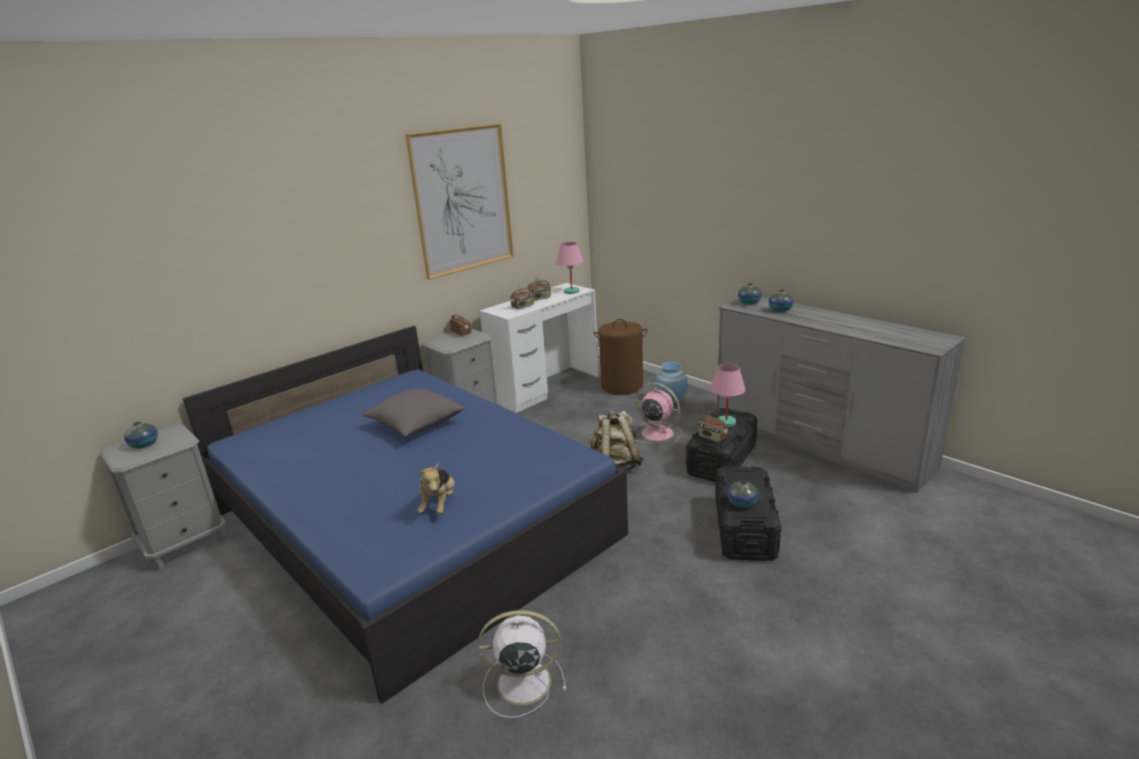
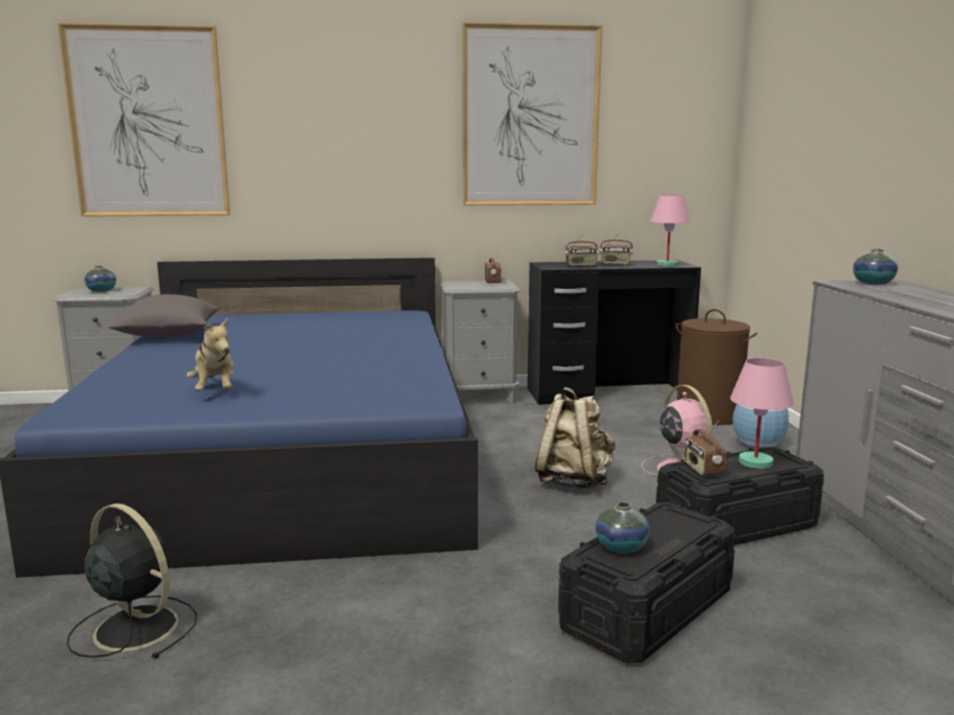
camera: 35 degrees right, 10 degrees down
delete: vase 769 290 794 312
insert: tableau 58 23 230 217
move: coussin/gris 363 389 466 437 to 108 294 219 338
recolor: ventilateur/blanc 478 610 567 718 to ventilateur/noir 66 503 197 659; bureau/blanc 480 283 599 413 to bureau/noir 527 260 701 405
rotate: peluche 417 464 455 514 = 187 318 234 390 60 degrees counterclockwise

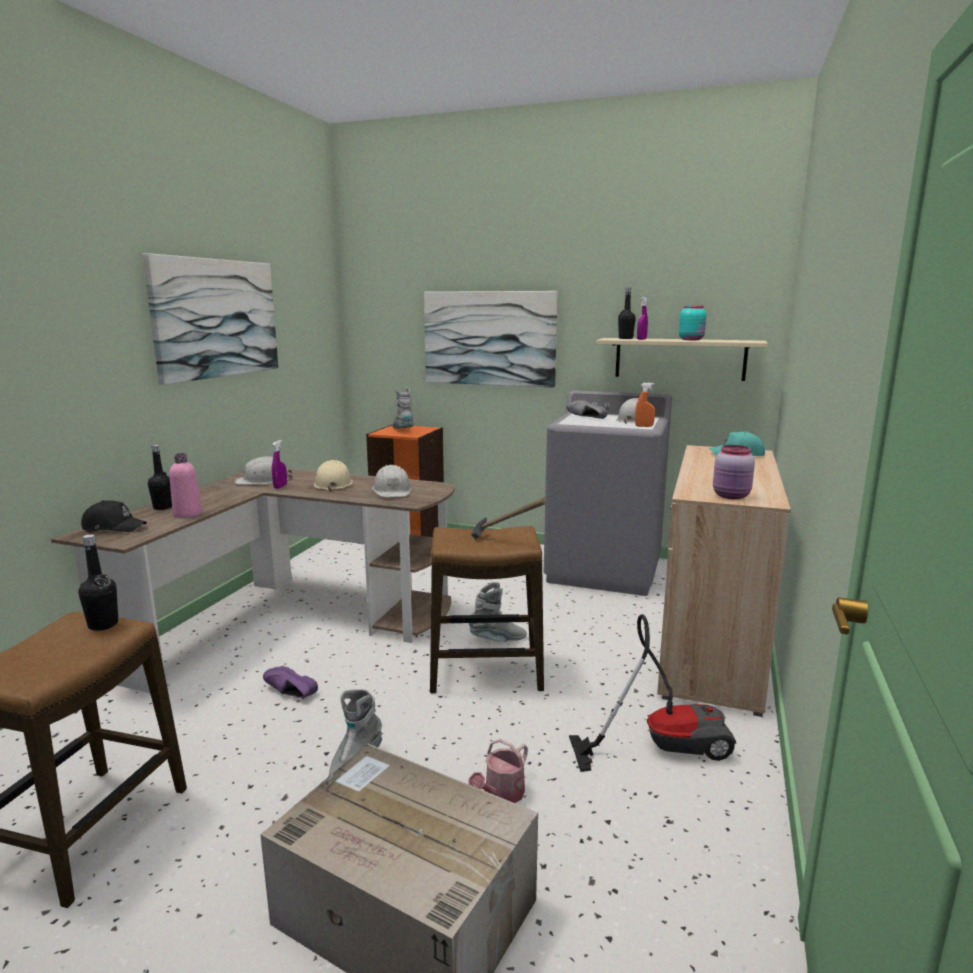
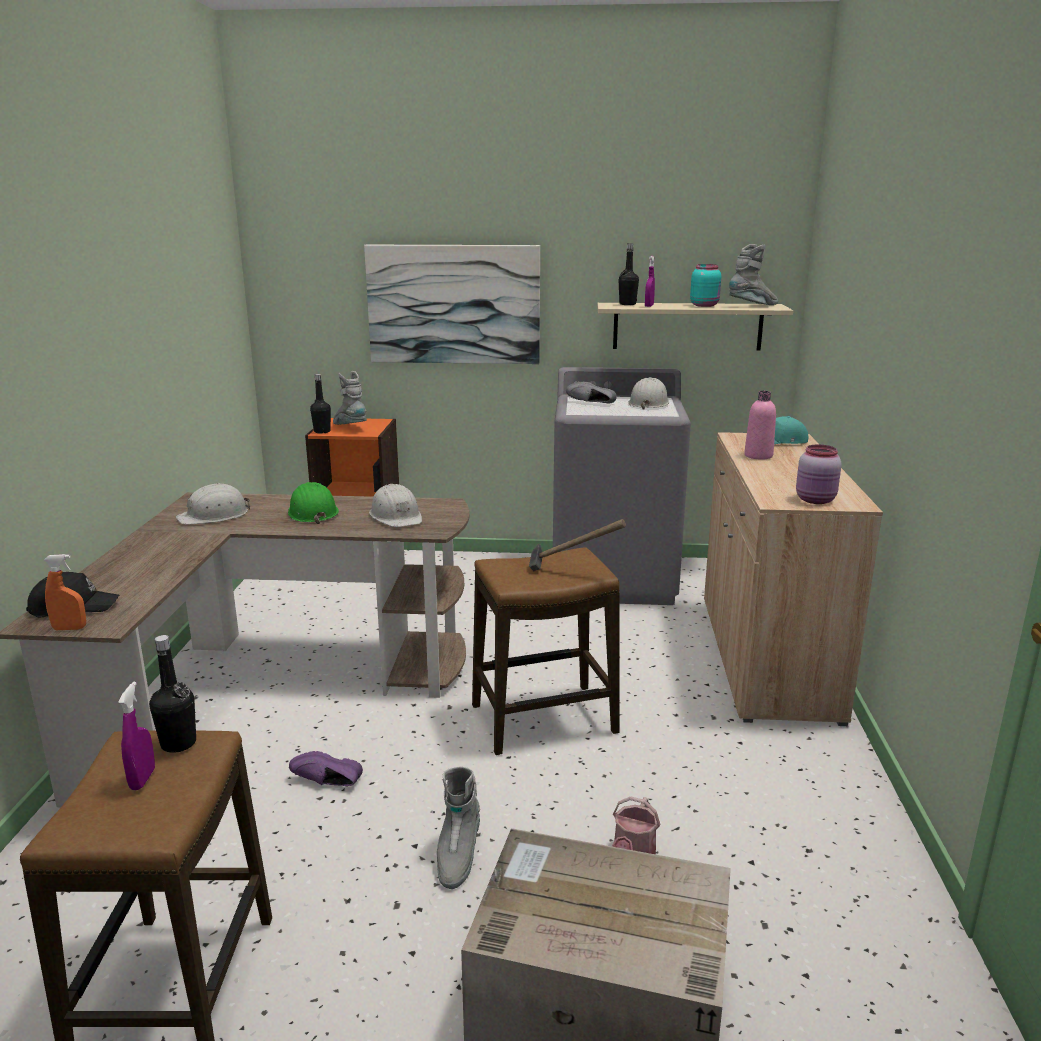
camera: 15 degrees left, 5 degrees up
delete: tableau 142 253 279 385; aspirateur 569 614 736 772
move: bouteille/noir 148 445 172 510 to 310 374 331 433; bouteille/rose 169 453 202 518 to 744 391 776 460; vaporisateur/violet 272 440 287 489 to 118 682 155 790; botte/gris 469 582 527 642 to 729 244 778 305; vaporisateur/orange 635 383 655 427 to 43 554 86 630
recolor: casque de chantier/beige 314 460 353 491 to casque de chantier/vert 288 482 339 524

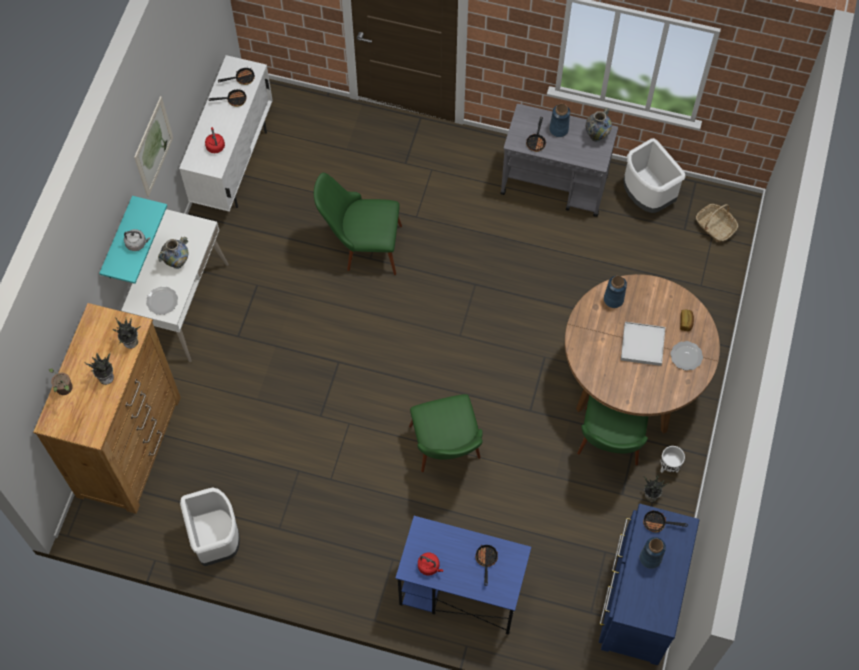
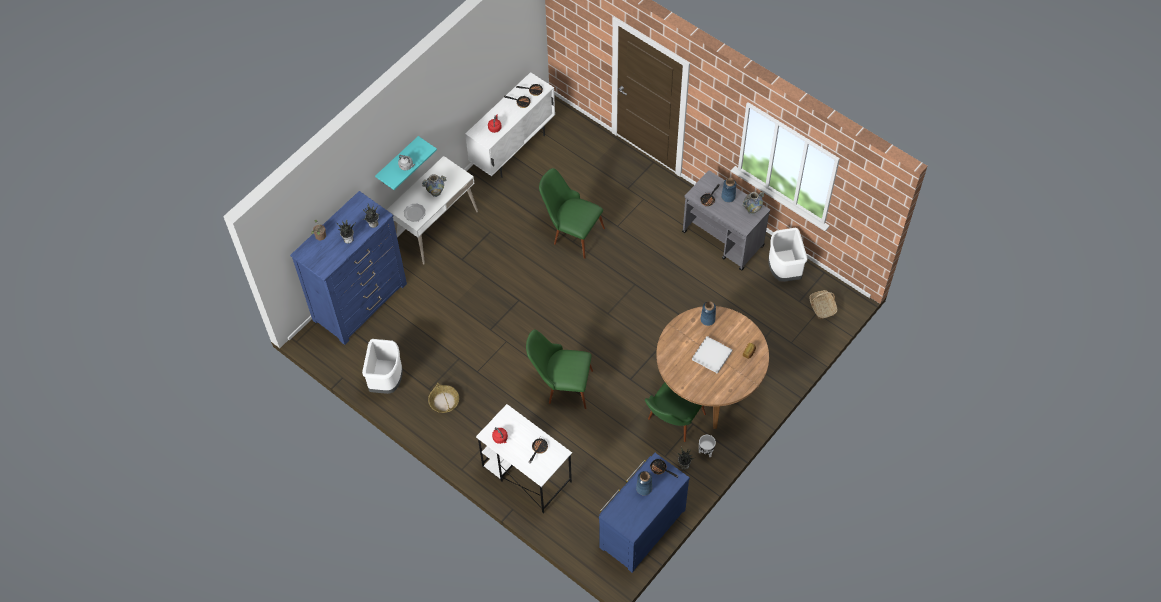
camera: 25 degrees right, 5 degrees down
delete: tableau 134 96 173 197; assiette 670 341 703 371
insert: panier 428 383 459 413
recolor: commode/marron 33 303 181 514 to commode/bleu 290 191 407 345; bureau/bleu 395 516 531 635 to bureau/blanc 476 404 572 513
rotate: chaise/vert 409 394 483 472 = 526 330 593 409 90 degrees clockwise

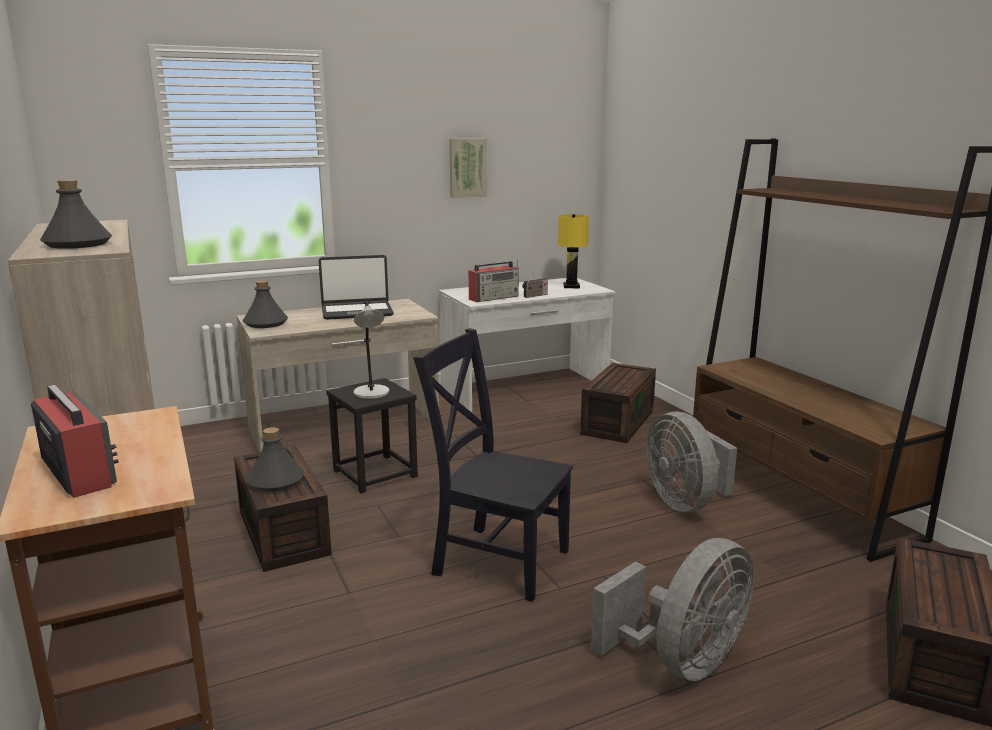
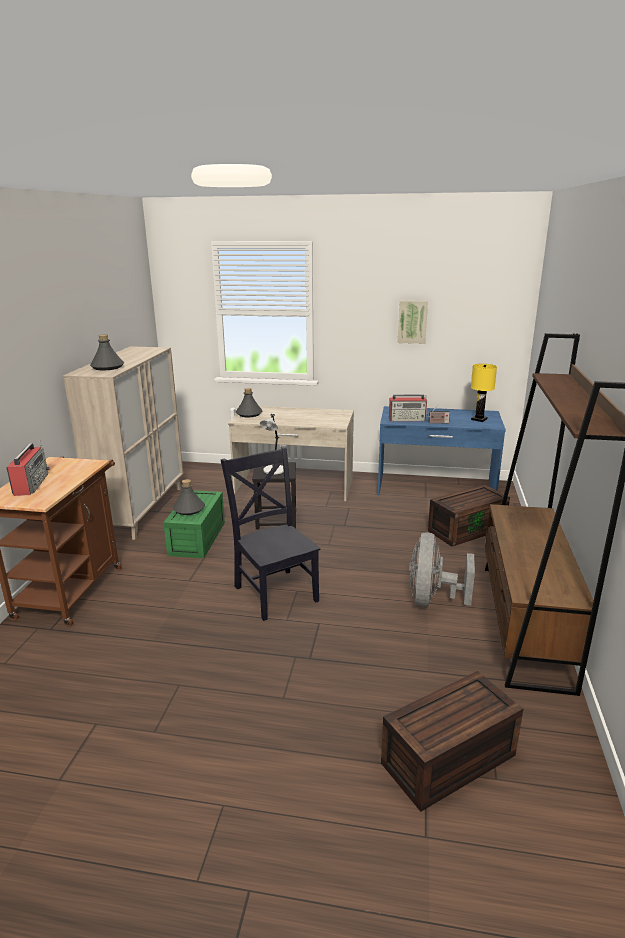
camera: 35 degrees right, 5 degrees up
delete: ordinateur portable 318 255 394 320; ventilateur/gris 591 538 754 681
recolor: boîte de rangement/marron 234 446 332 572 to boîte de rangement/vert 163 490 225 559; bureau/blanc 439 278 616 412 to bureau/bleu 378 406 506 496

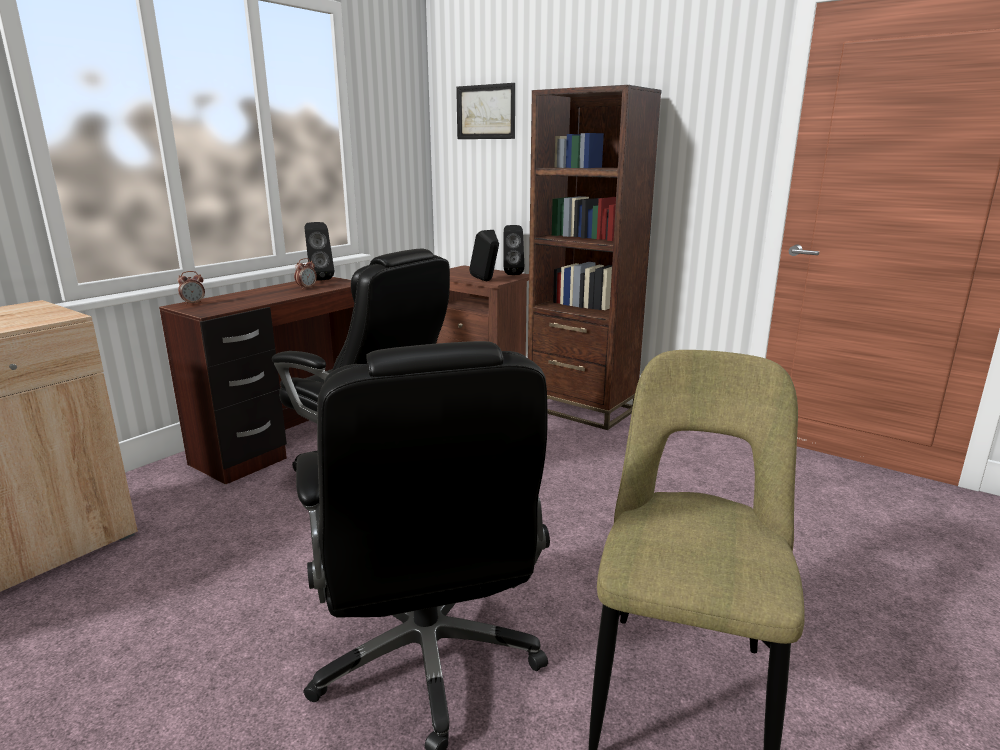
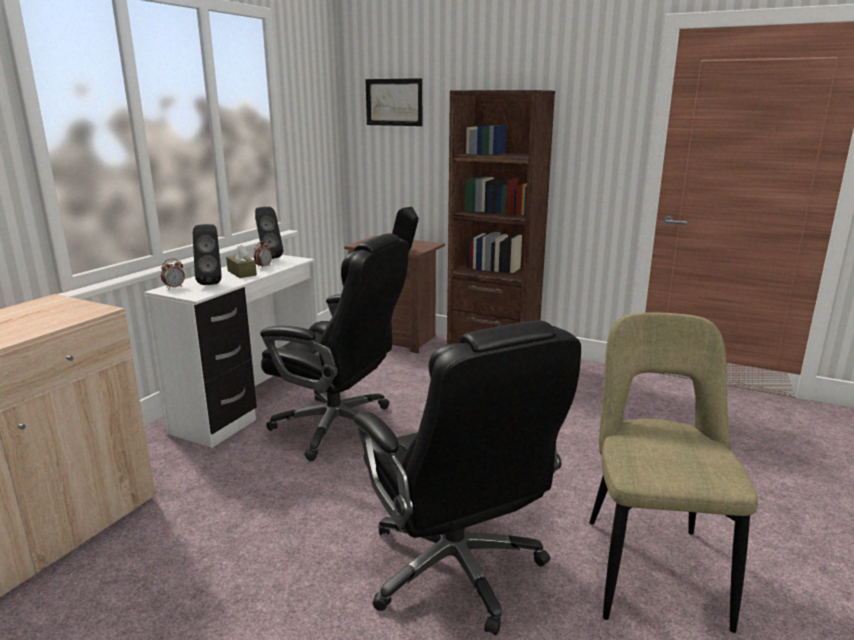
camera: 10 degrees left, 0 degrees up
insert: boîte à mouchoirs/marron 226 245 257 278
move: enceinte/noir 503 225 524 275 to 193 224 222 285
recolor: bureau/marron 159 277 354 485 to bureau/blanc 144 255 318 448

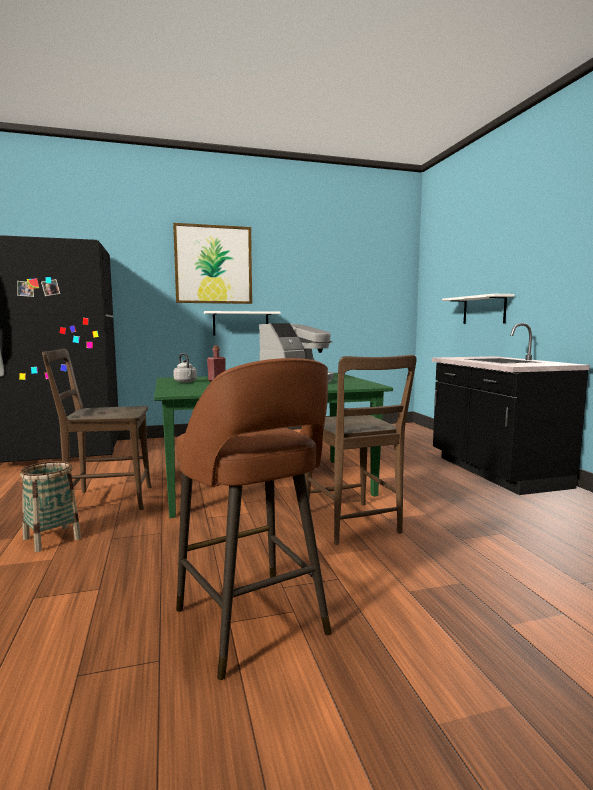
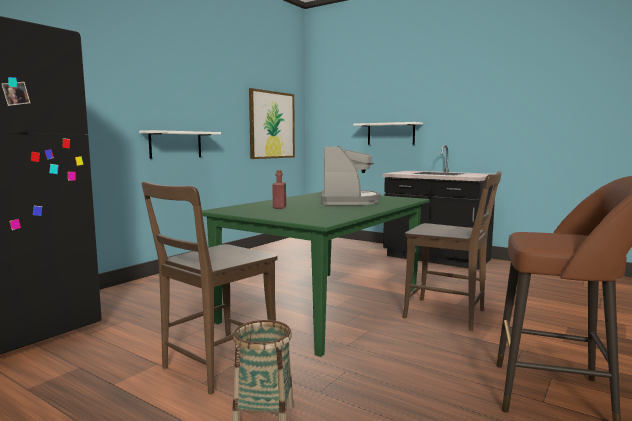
camera: 40 degrees left, 0 degrees up
delete: bouilloire/gris 173 353 197 383
move: tableau 173 223 252 304 to 249 88 295 159

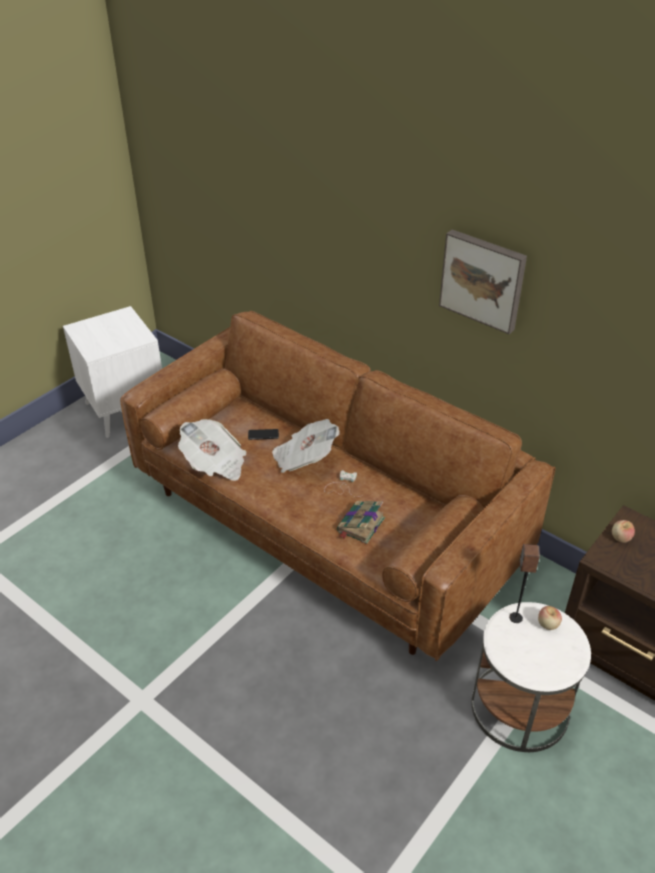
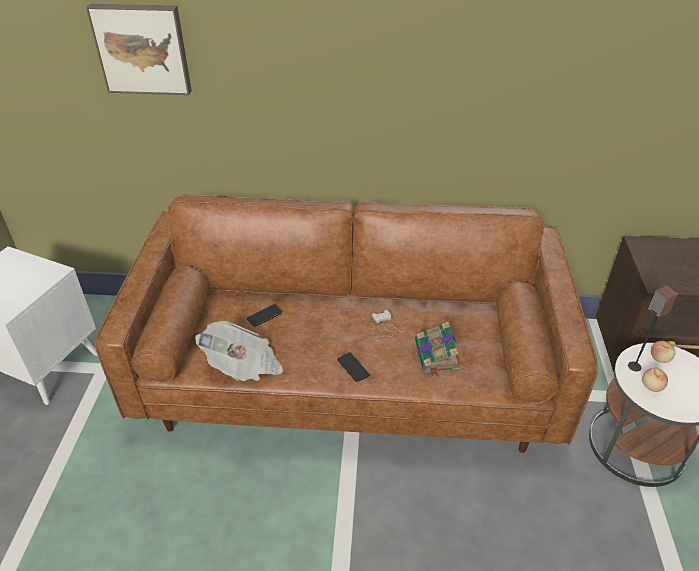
camera: 35 degrees left, 0 degrees up
delete: journal 272 419 340 473
insert: téléphone 337 352 370 382
move: tableau 439 230 527 334 to 86 4 192 95; pomme 612 520 635 543 to 642 368 668 392

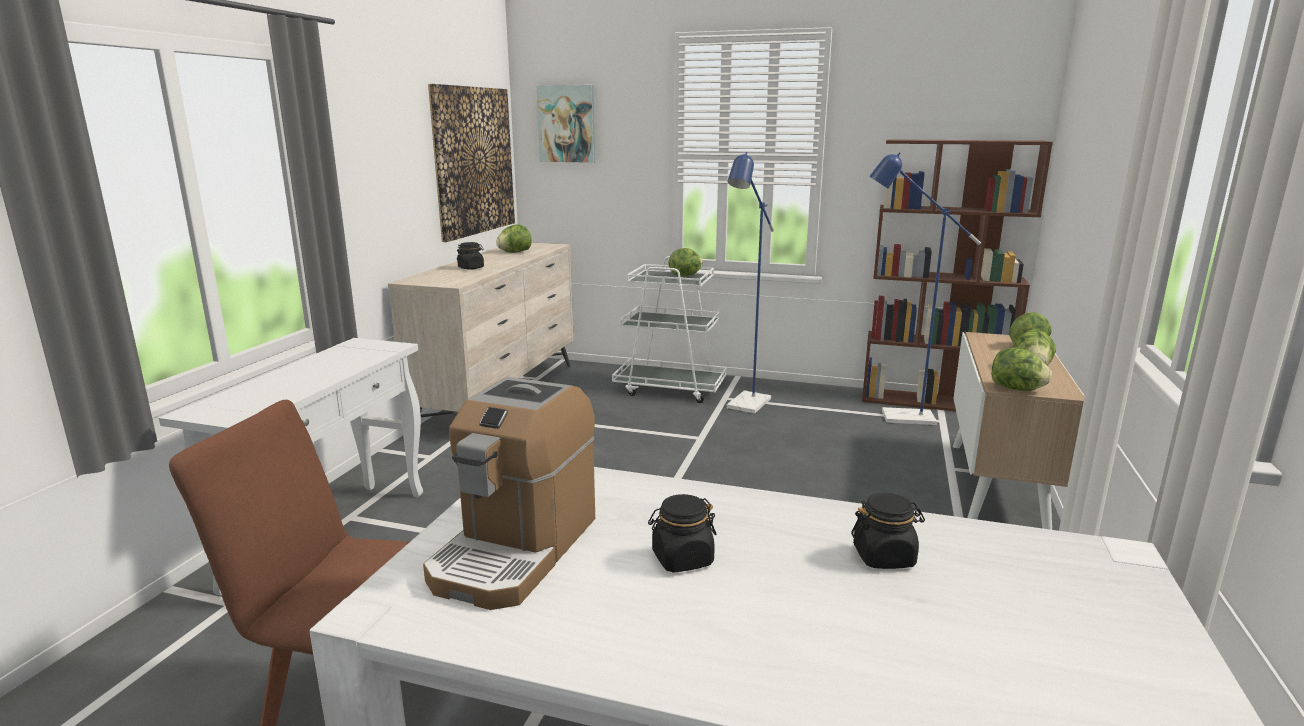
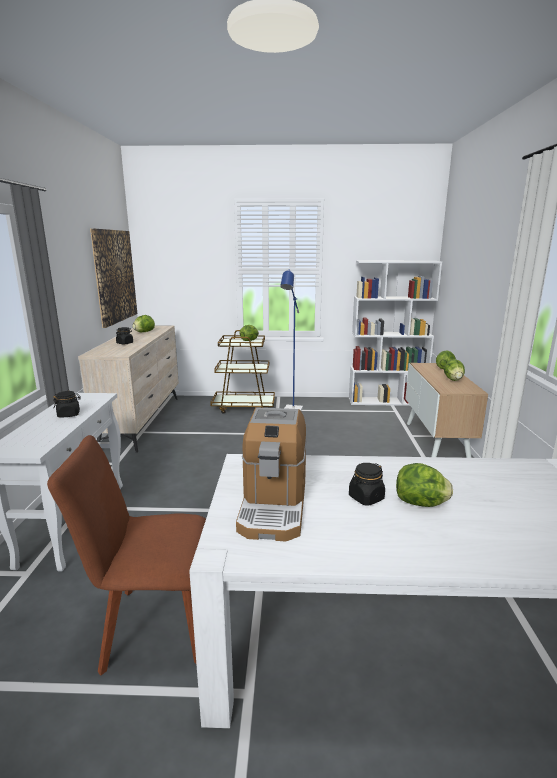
camera: 15 degrees left, 0 degrees up
delete: tableau 536 85 595 163; lampadaire/bleu 869 152 981 425
move: bocal/noir 851 493 925 569 to 53 391 81 418; laitue 992 347 1052 391 to 396 463 453 507
recolor: chariot/blanc 612 256 727 403 to chariot/marron 210 330 275 414; bibliothèque/marron 862 139 1053 411 to bibliothèque/blanc 349 261 442 406

